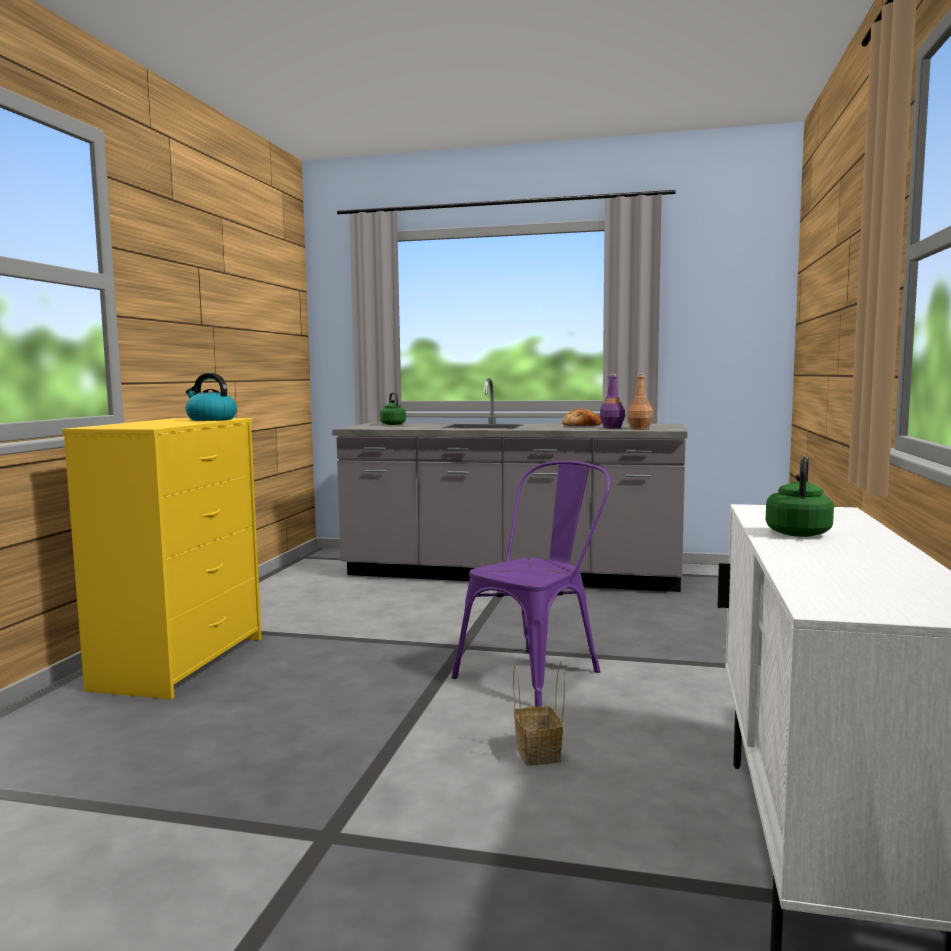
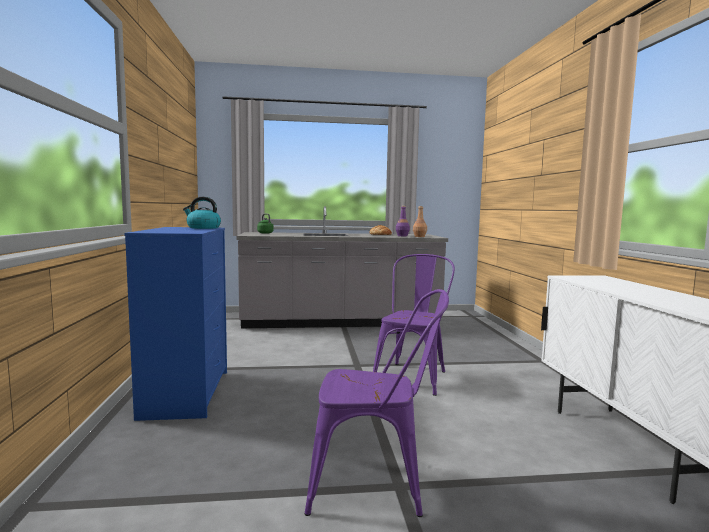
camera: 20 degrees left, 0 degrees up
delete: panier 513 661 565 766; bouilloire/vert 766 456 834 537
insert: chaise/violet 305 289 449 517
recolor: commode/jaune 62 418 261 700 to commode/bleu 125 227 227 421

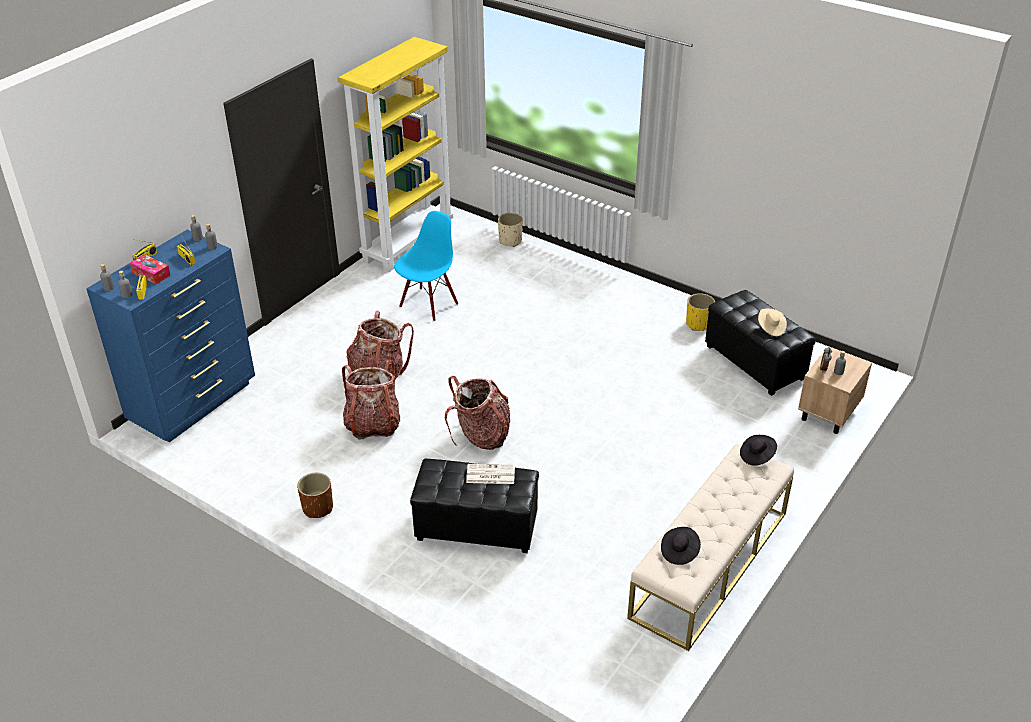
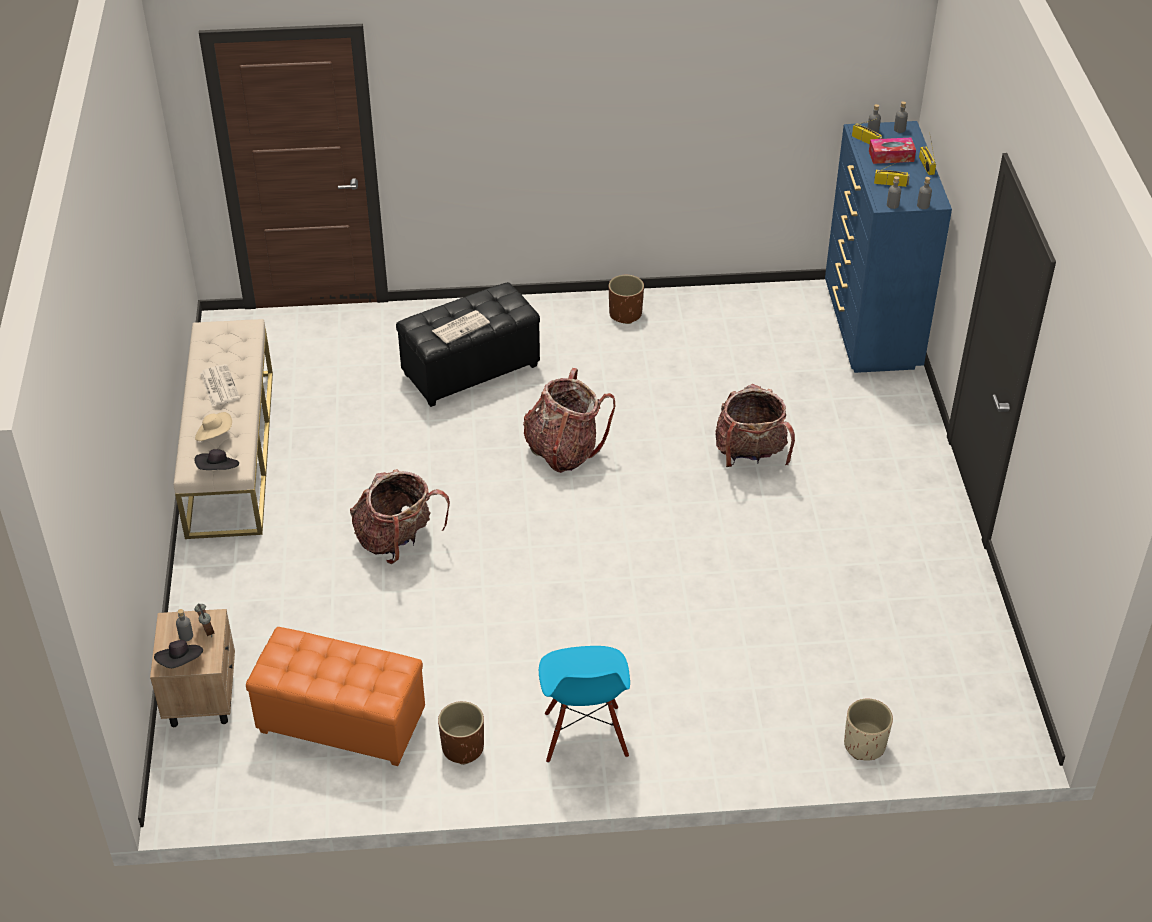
camera: 140 degrees right, 5 degrees up
delete: bibliothèque/jaune 338 37 453 272
insert: journal 200 364 240 407
move: sac à dos 342 359 400 440 to 350 469 450 564; chaise/bleu 394 211 458 321 to 539 646 630 763; chapeau/noir 661 527 701 565 to 154 640 203 668; chapeau/beige 758 308 787 336 to 195 412 232 441
recolor: cache-pot/jaune 686 293 715 331 to cache-pot/marron 438 701 484 765; pouf/noir 705 290 816 396 to pouf/orange 246 627 425 766

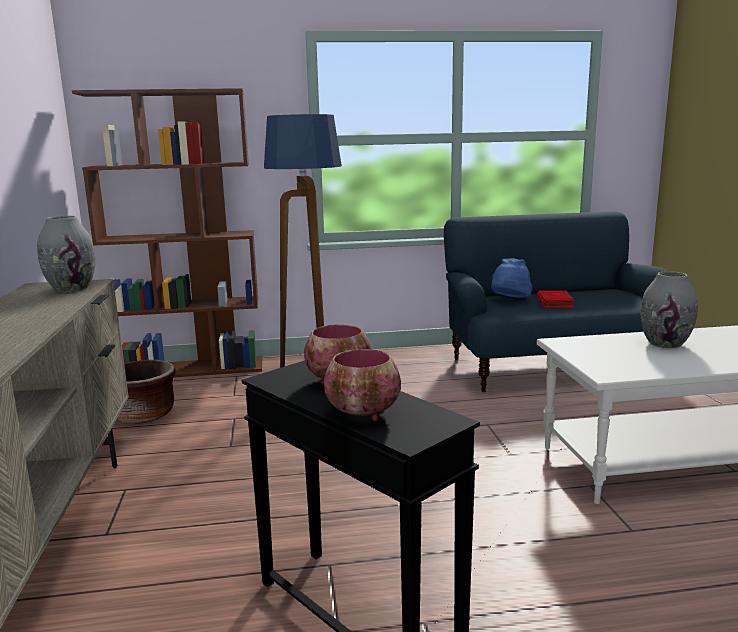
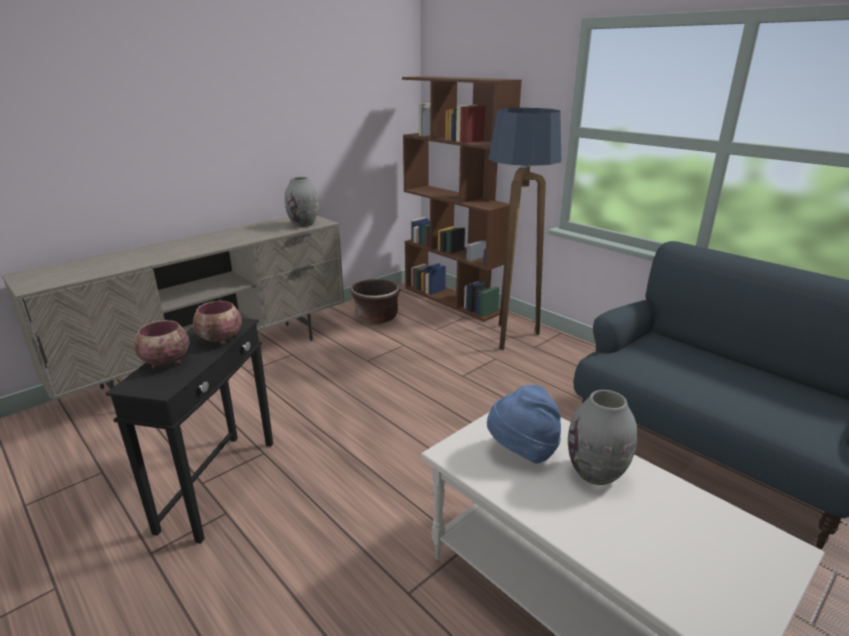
camera: 55 degrees right, 10 degrees up
delete: livre/rouge 537 290 574 307
move: chapeau/bleu 491 258 532 298 to 487 385 561 464

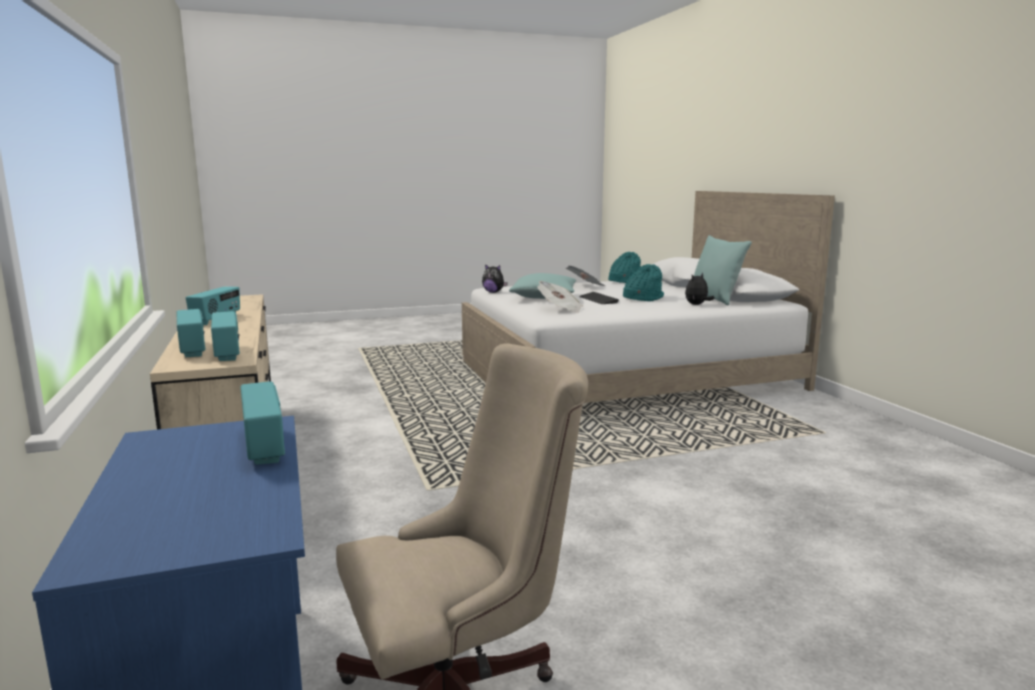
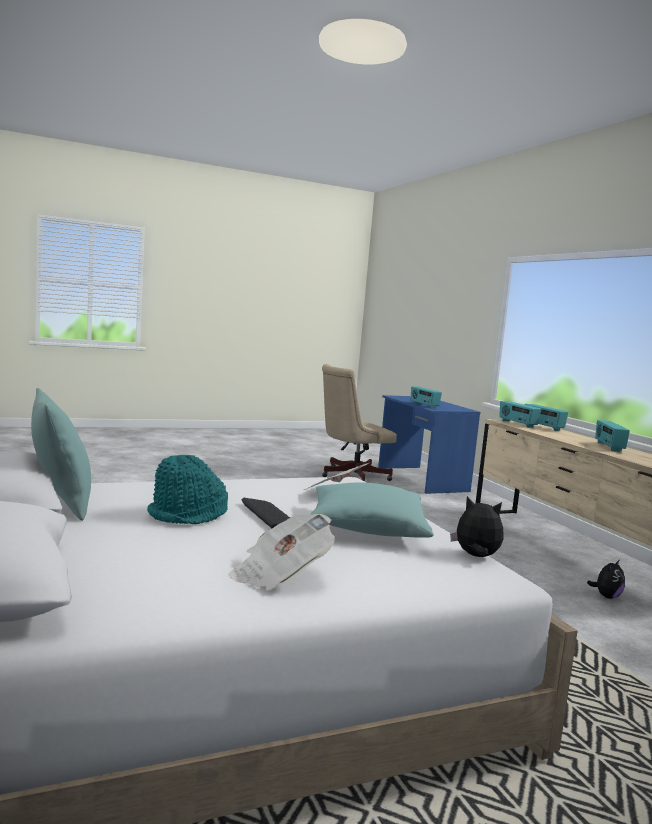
camera: 175 degrees right, 5 degrees down
delete: chapeau/turquoise 608 252 641 283
move: peluche 685 273 715 305 to 587 559 625 599

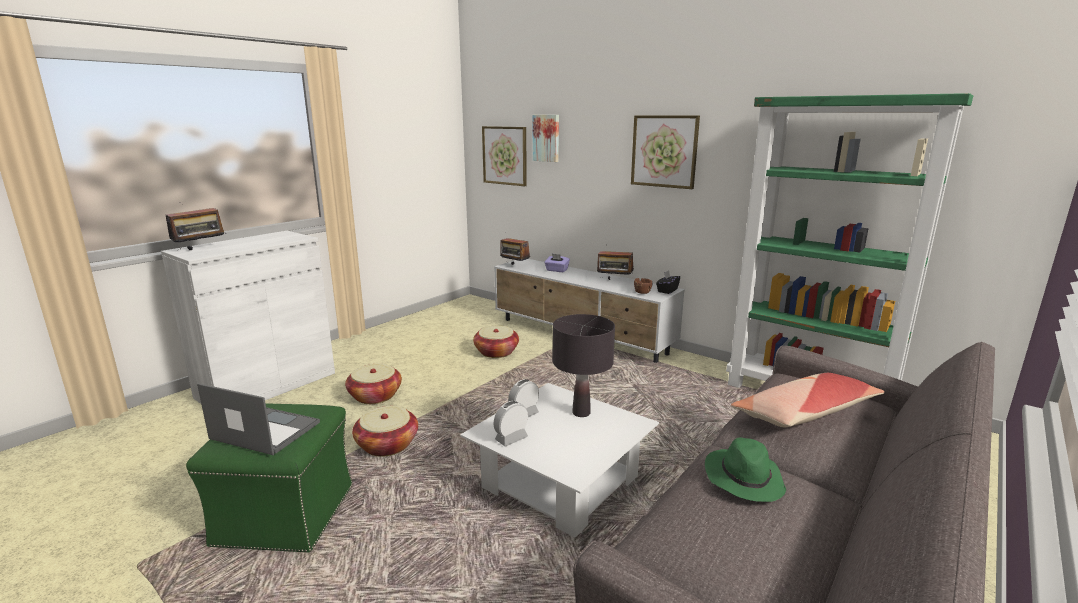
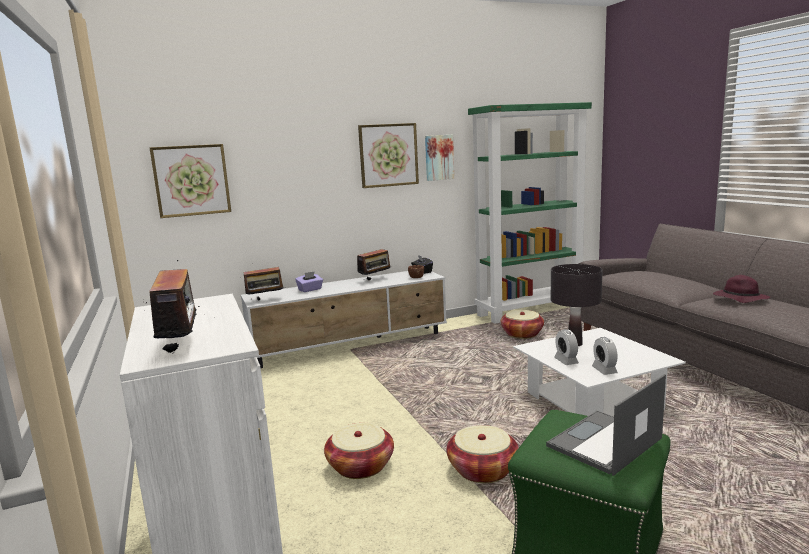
camera: 60 degrees left, 5 degrees down
delete: coussin 731 373 885 427
move: panier 473 326 519 358 to 501 310 544 339; tableau 533 115 559 162 to 425 135 454 181
recolor: chapeau/vert 705 438 786 502 to chapeau/violet 713 275 770 303

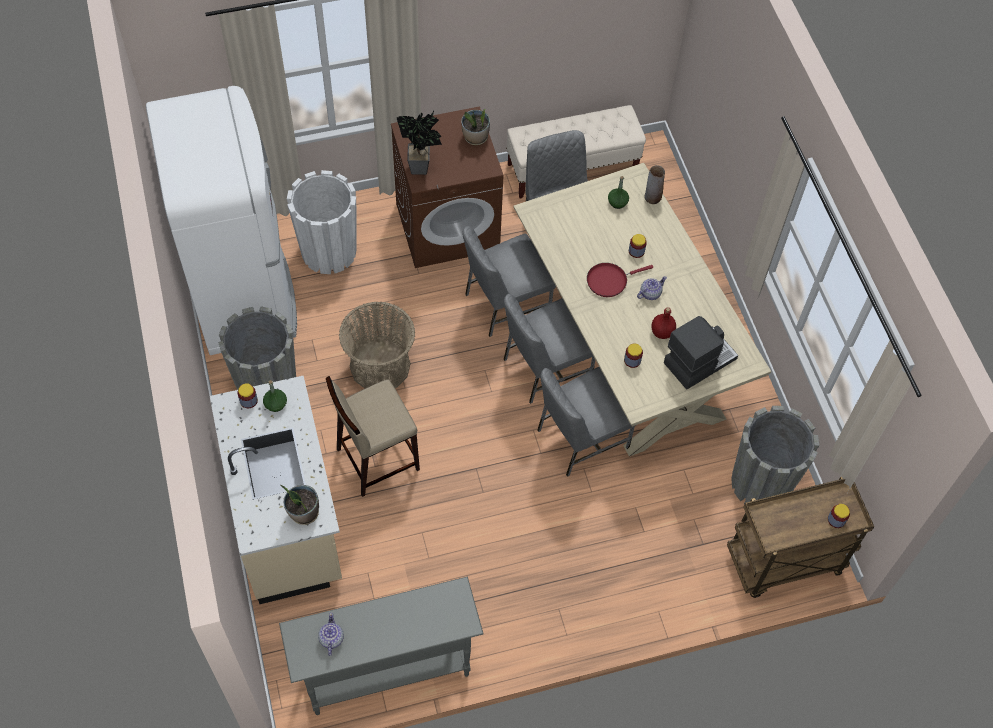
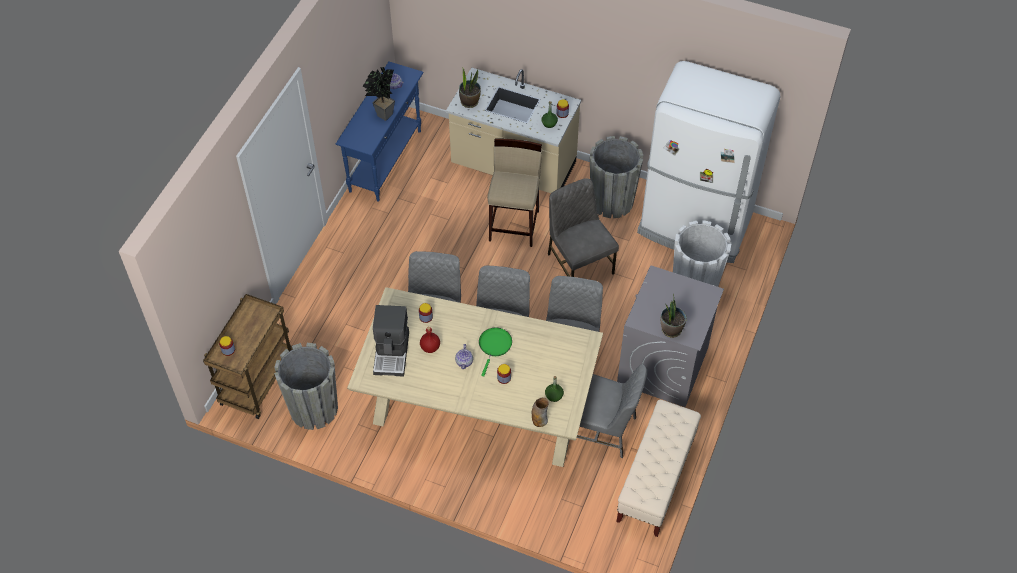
camera: 130 degrees right, 5 degrees down
move: plante en pot 396 111 442 175 to 363 67 395 121
replace: panier 339 302 415 389 to chaise/gris 548 178 619 277
recolor: table console/gris 279 577 484 715 to table console/bleu 336 62 424 202; lave-linge/marron 391 106 503 268 to lave-linge/gris 617 265 724 407; poêle/rouge 587 263 653 297 to poêle/vert 479 328 512 376

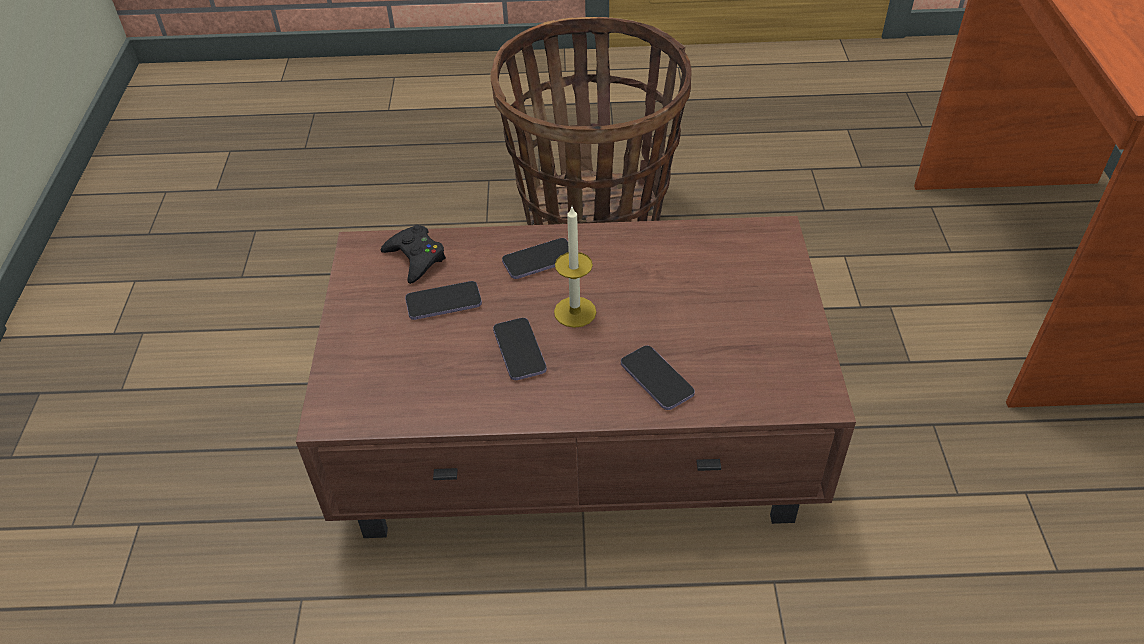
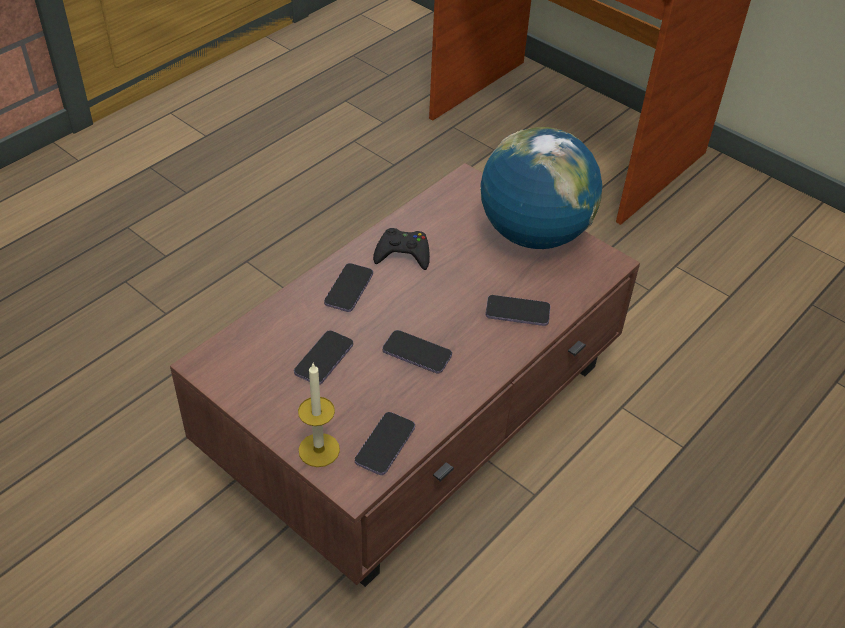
camera: 50 degrees left, 0 degrees up
delete: panier 490 17 692 225
insert: téléphone 355 412 415 475; globe 480 127 602 249
move: manette/noir 381 225 446 284 to 373 228 430 270; bougie 554 207 596 328 to 298 363 340 467

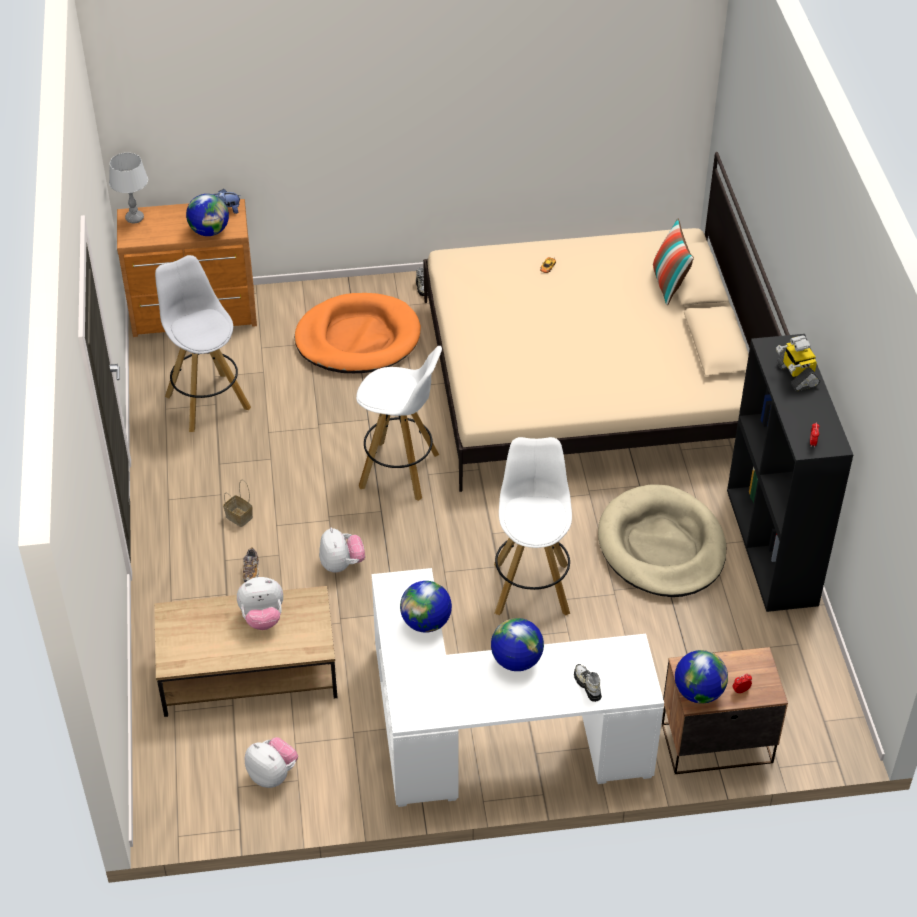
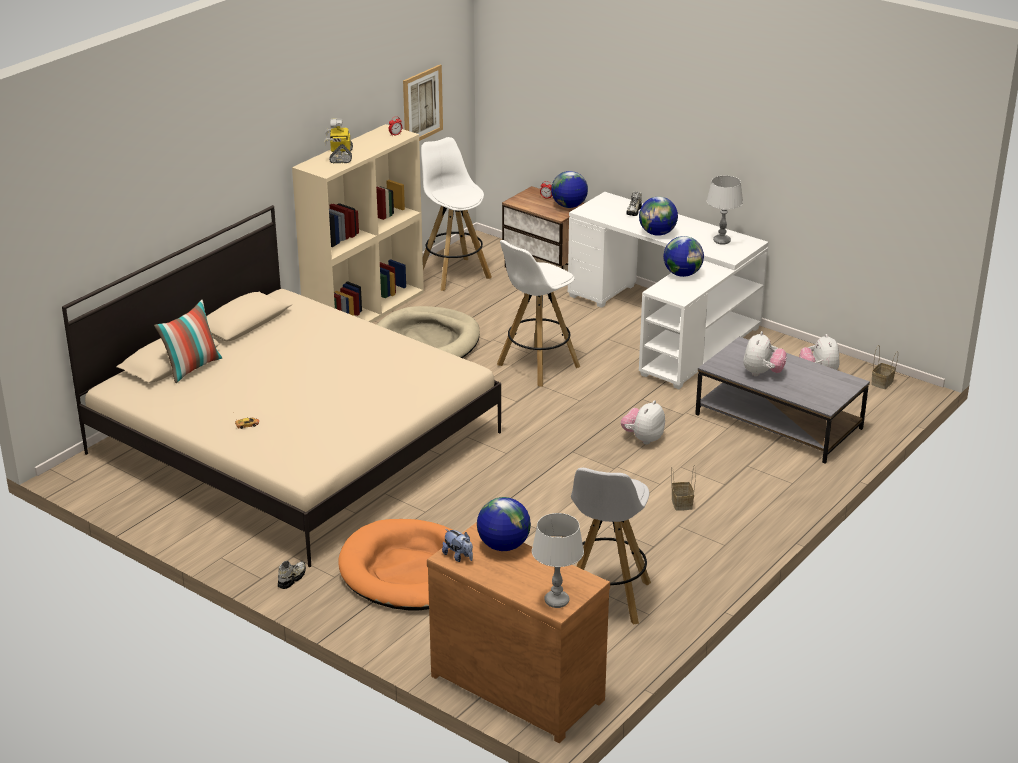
camera: 135 degrees left, 15 degrees down
delete: chaussure 243 547 259 582
insert: tableau 403 65 443 141; lampe de table/gris 707 176 743 245; panier 871 345 898 389
move: tabouret/blanc 356 346 442 501 to 421 137 492 291
recolor: table basse/marron 154 586 337 717 to table basse/gris 695 337 870 464; bibliothèque/noir 727 334 853 612 to bibliothèque/beige 292 124 424 323
rotate: peluche 237 577 283 630 = 743 331 787 376 75 degrees clockwise; robot jouet 776 335 820 391 = 324 119 353 163 150 degrees clockwise

